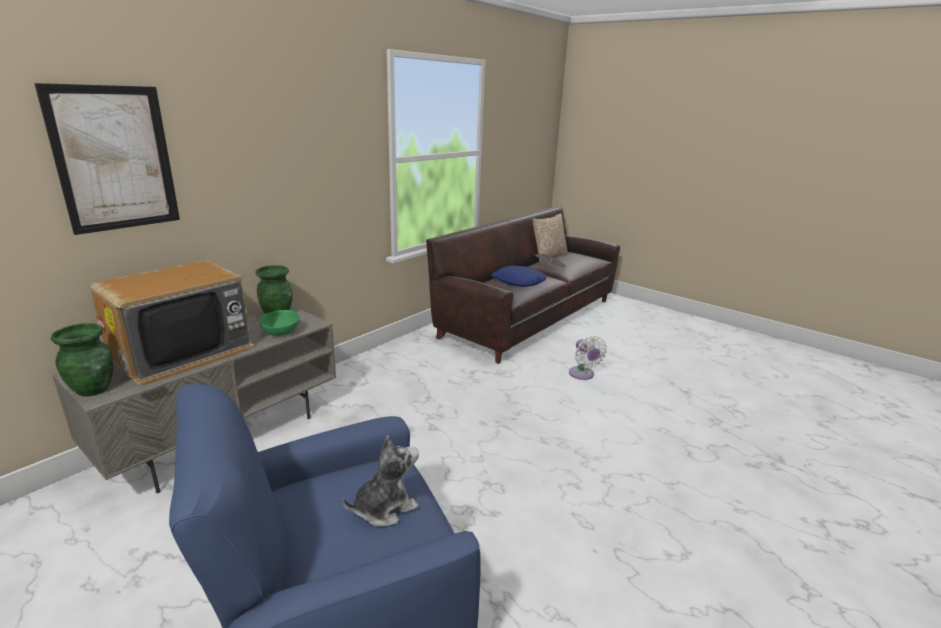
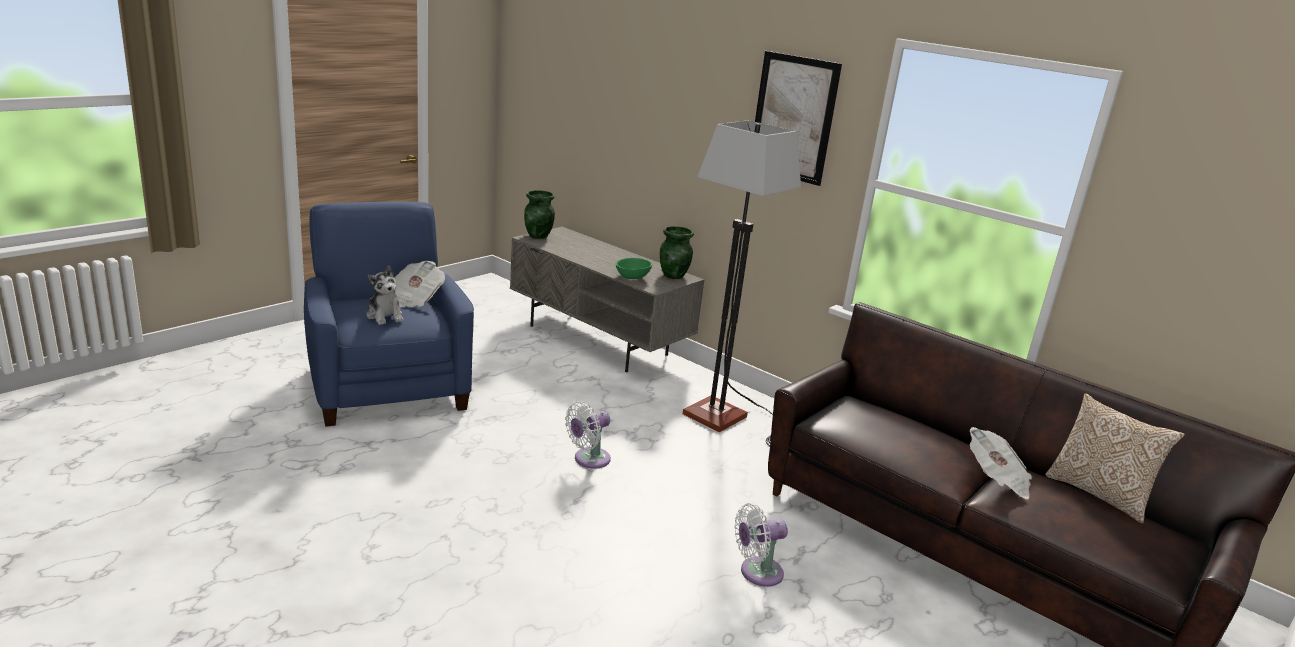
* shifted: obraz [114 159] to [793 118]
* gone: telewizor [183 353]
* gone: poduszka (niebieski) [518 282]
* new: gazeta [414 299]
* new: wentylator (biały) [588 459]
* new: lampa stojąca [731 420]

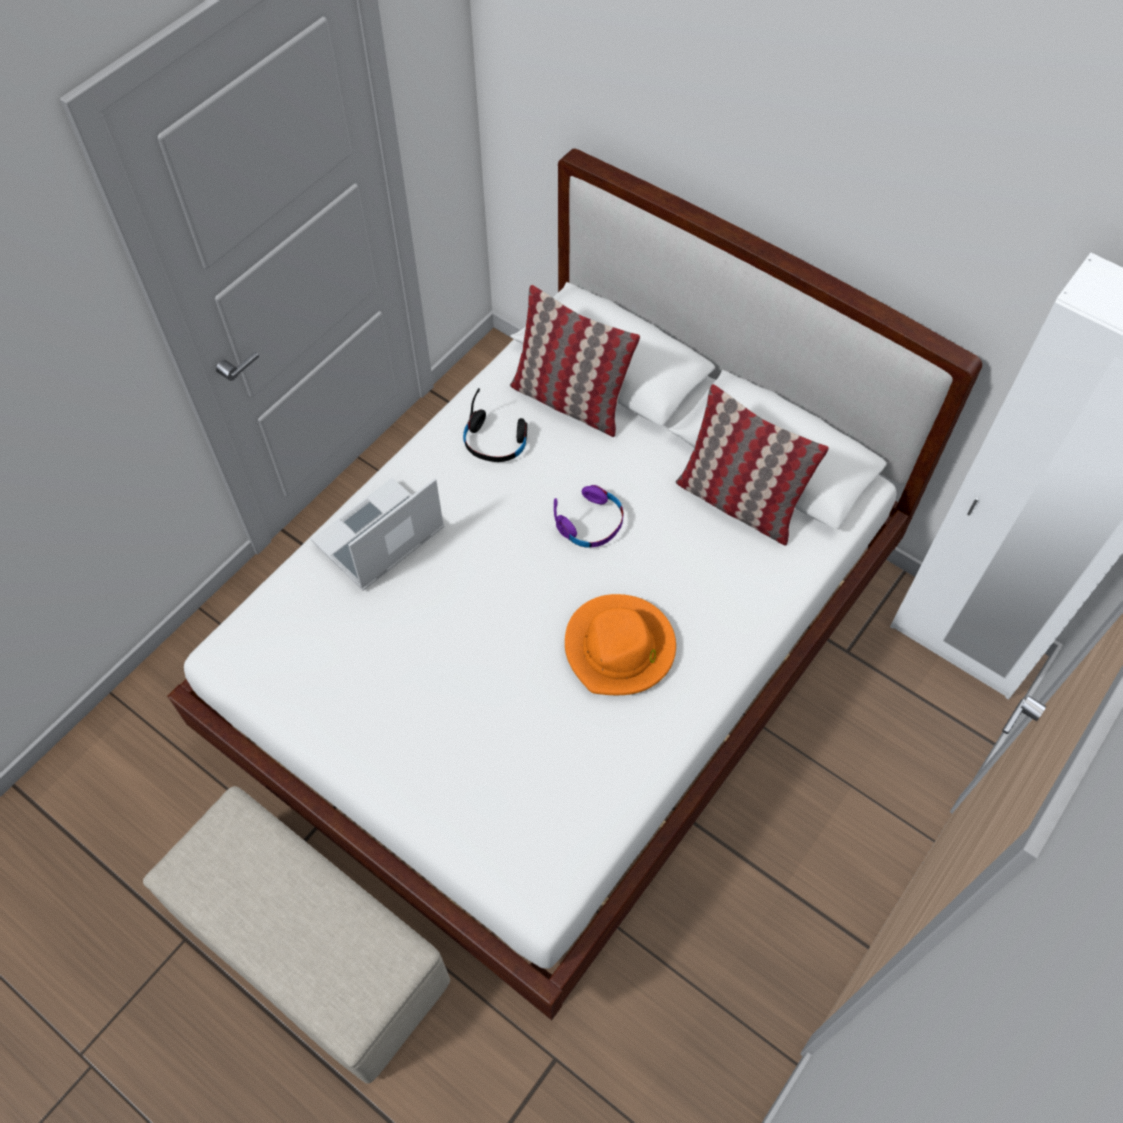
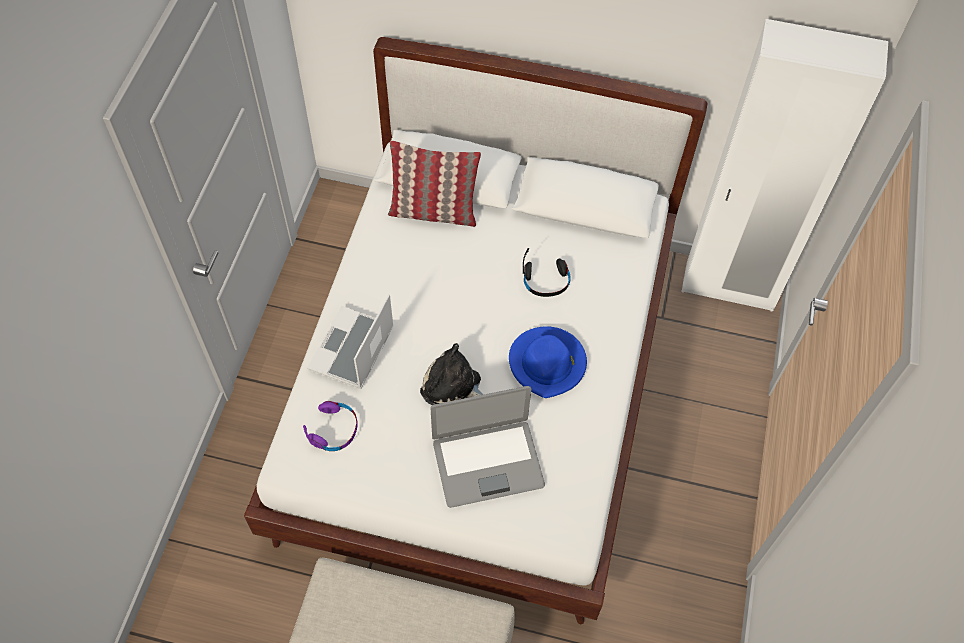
* shifted: słuchawki (czarny) [495 442] to [546 281]
* shifted: słuchawki (fioletowy) [592 523] to [335 430]
* repainted: kapelusz (pomarańczowy) [620 648] to kapelusz (niebieski) [548 363]
* gone: poduszka [738 502]
* new: pluszak [454 388]
* new: laptop [487 462]

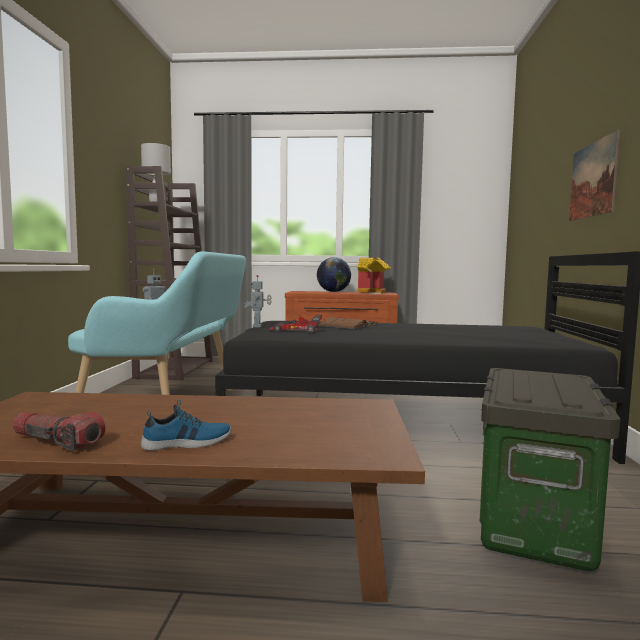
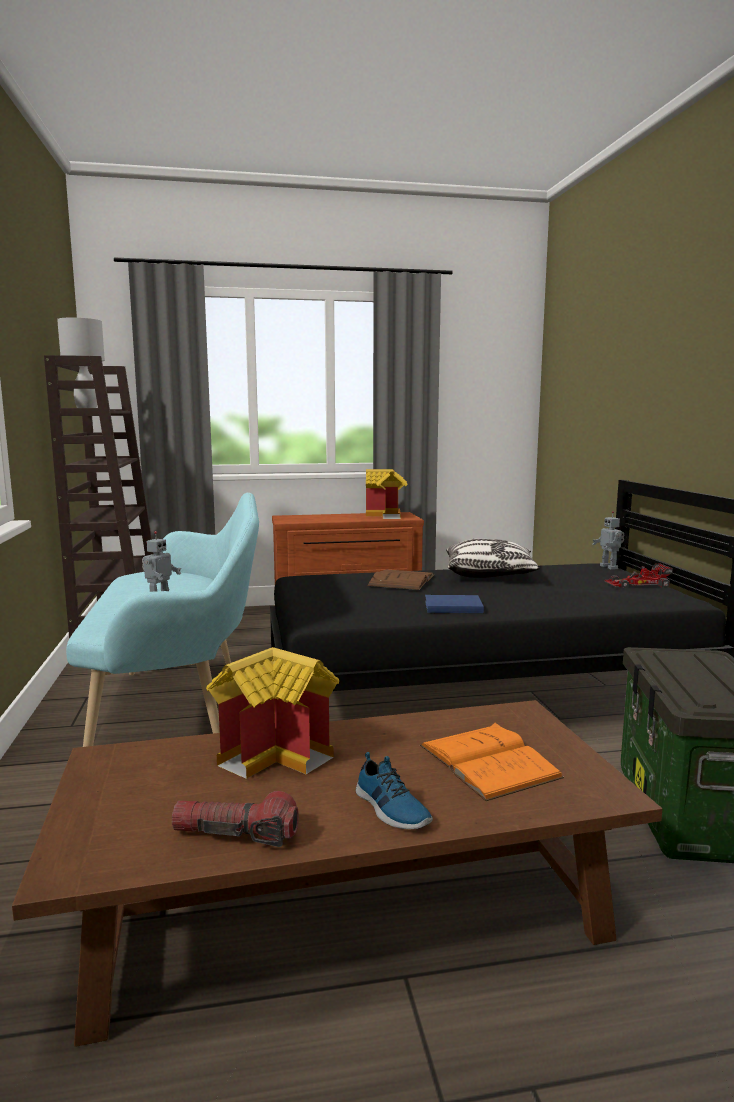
* rotated: but [187 443] = [390 809] 90 degrees clockwise
* shifted: robot zabawkowy [258 326] to [609 567]
* shifted: samochodzik [295 330] to [637 584]
* gone: globus [333 292]
* gone: obraz [593 180]
* new: domek [279 754]
* new: książka (pomarańczowy) [488 761]
* new: książka (niebieski) [451 607]
* new: poduszka [490 575]

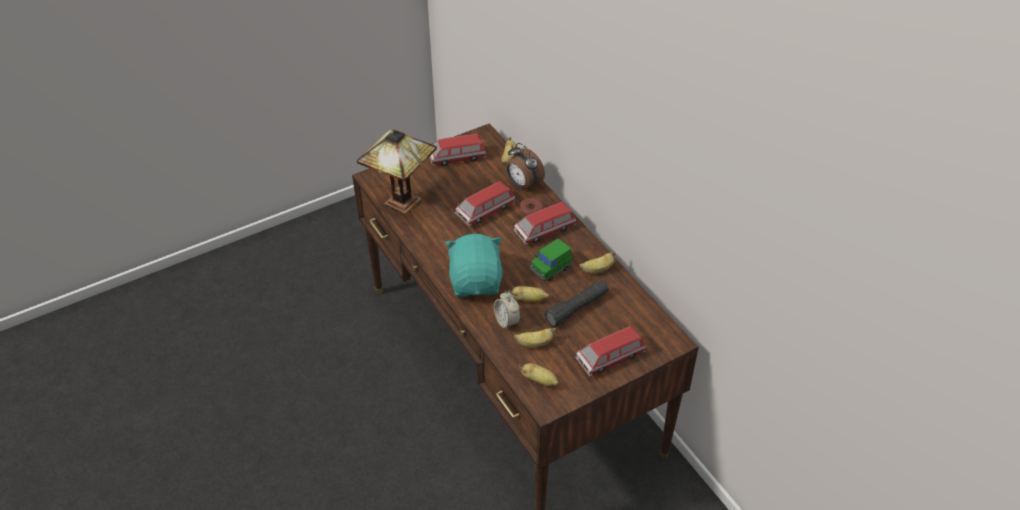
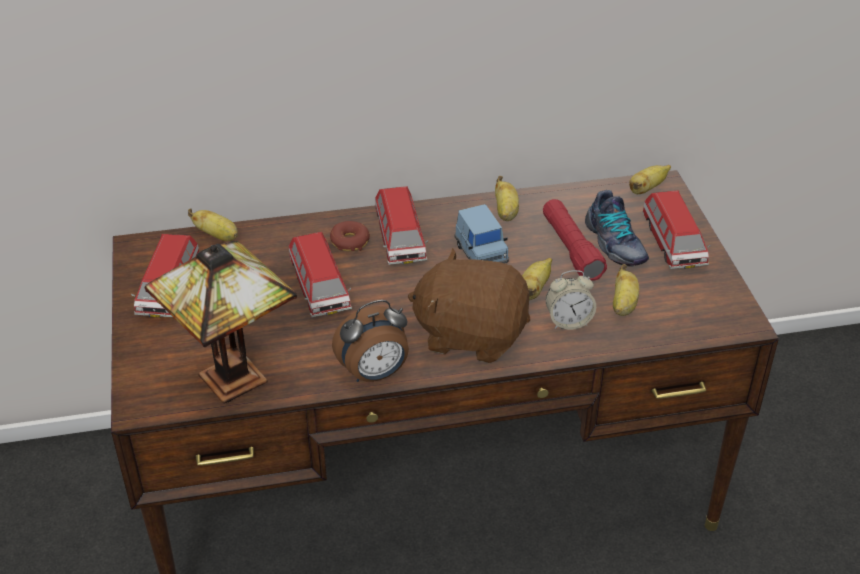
* repainted: pluszak (turkusowy) [476 281] to pluszak (brązowy) [471 334]
* shifted: budzik [523 184] to [374 374]
* shifted: banan [539 381] to [647 189]
* repainted: samochodzik (zielony) [551 268] to samochodzik (niebieski) [481 253]
* repainted: latarka (czarny) [577 308] to latarka (czerwony) [571 249]
* new: but [614 243]

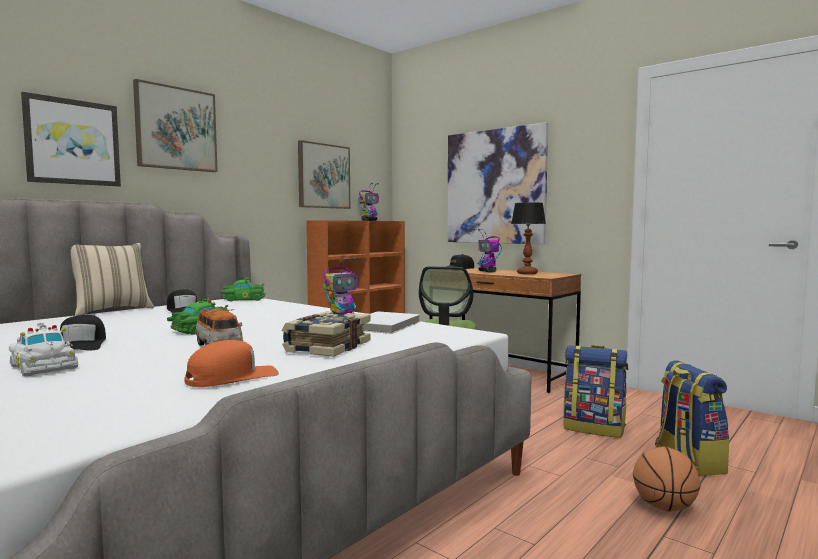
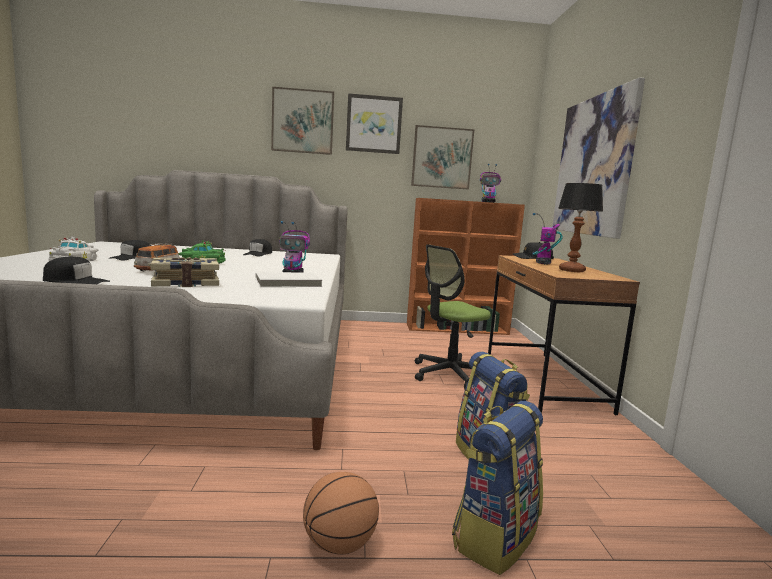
* shifted: obraz [73 142] to [374 124]
* gone: poduszka (beżowy) [111 310]
* repainted: czapka z daszkiem (pomarańczowy) [232 377] to czapka z daszkiem (czarny) [75 281]
* gone: samochodzik (zielony) [243 299]

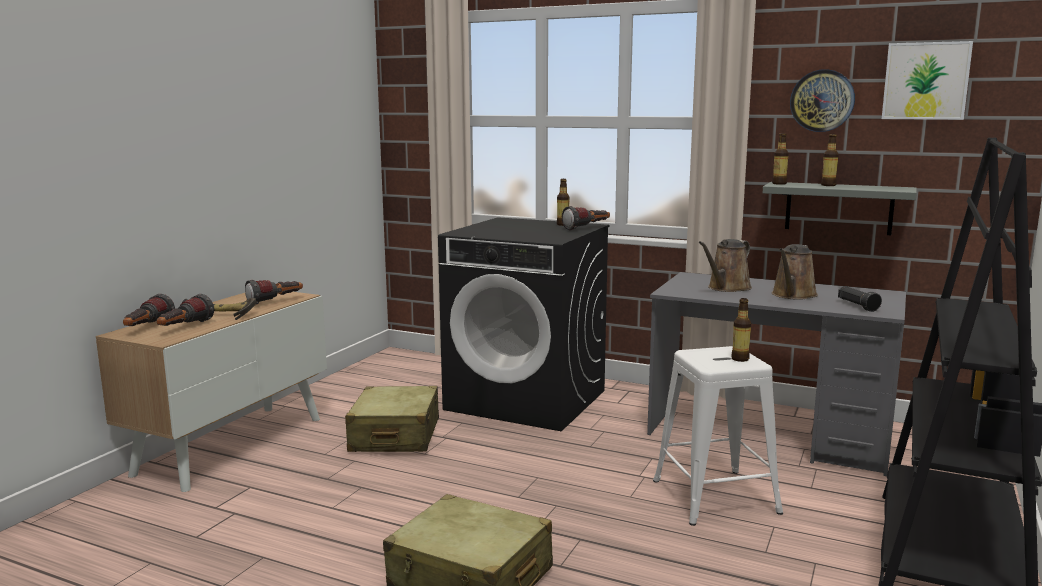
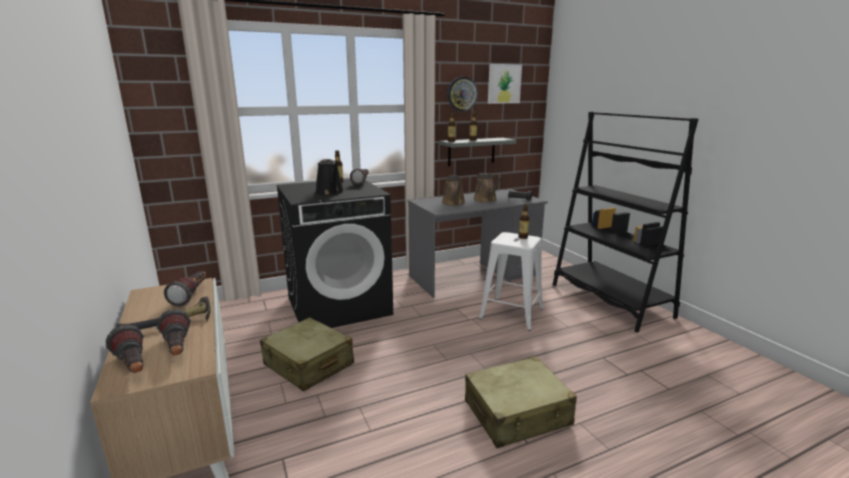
* new: konewka (czarny) [330 193]

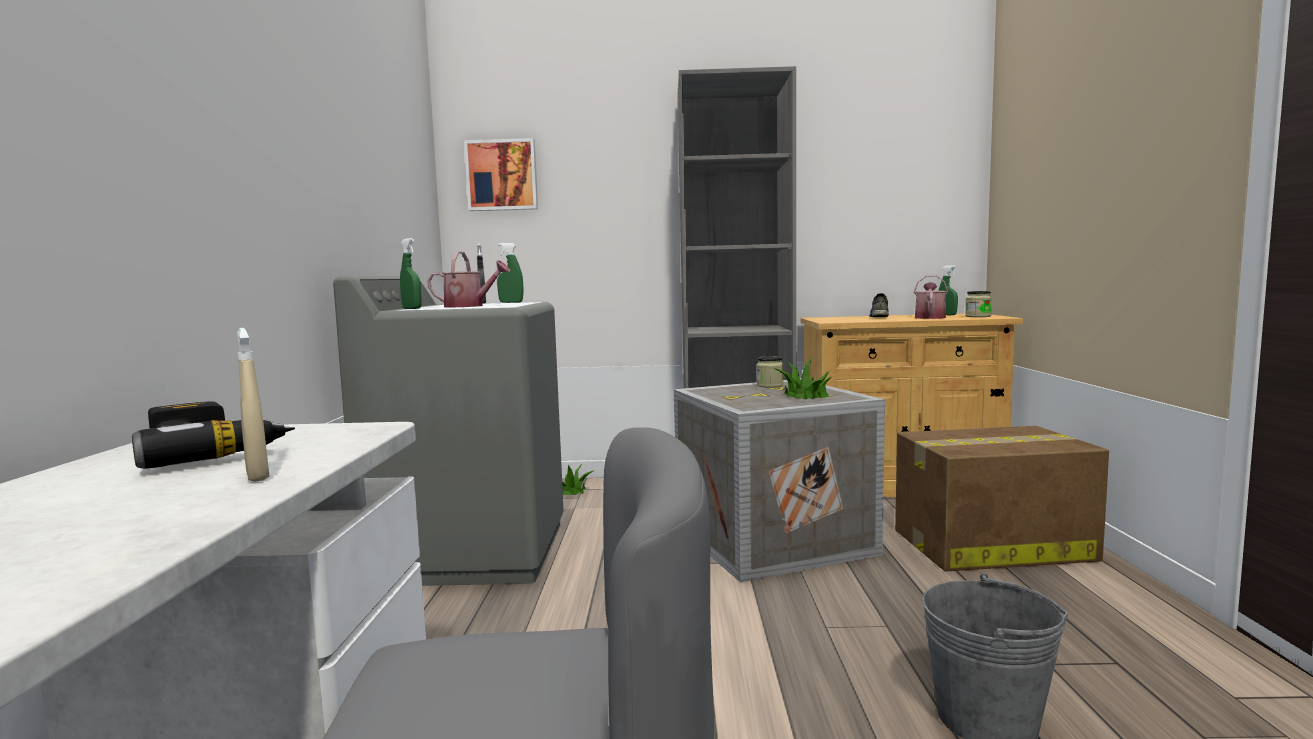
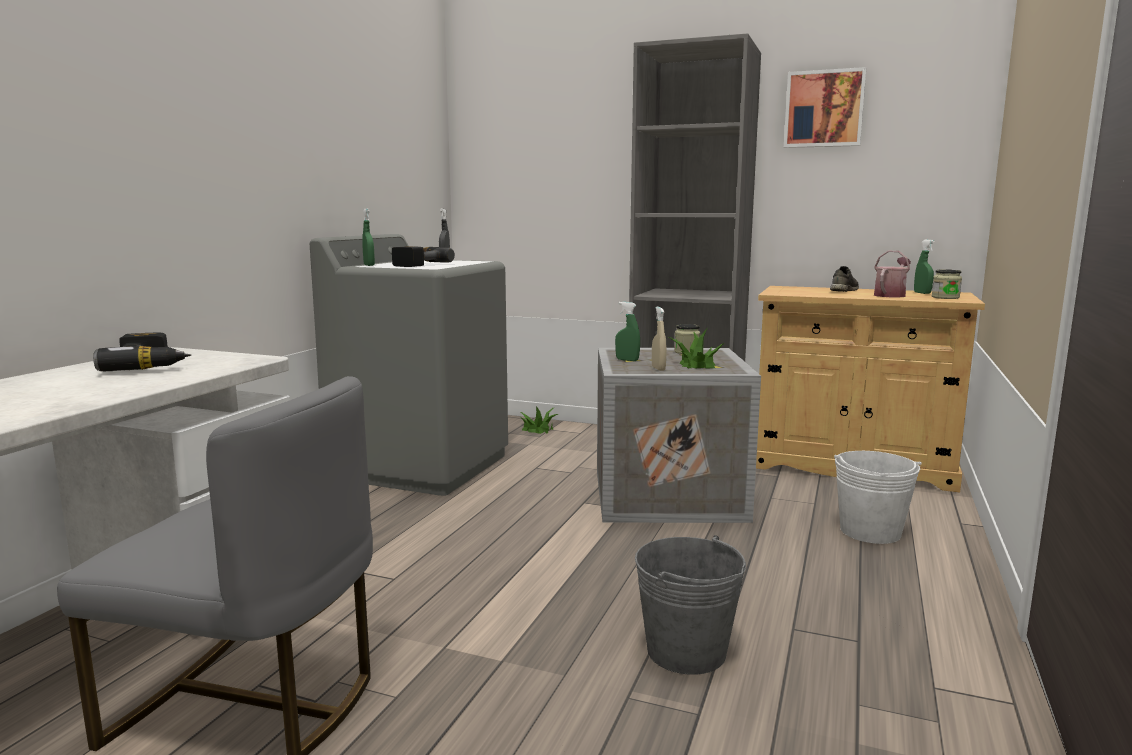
* shifted: spryskiwacz (beżowy) [257 476] to [658 369]
* swapped: konewka [469 306] to wiertarka [416 265]
* shifted: obraz [502 175] to [824 109]
* shifted: spryskiwacz (zielony) [511 302] to [627 360]
* swapped: karton [989 545] to wiadro (biały) [870 531]

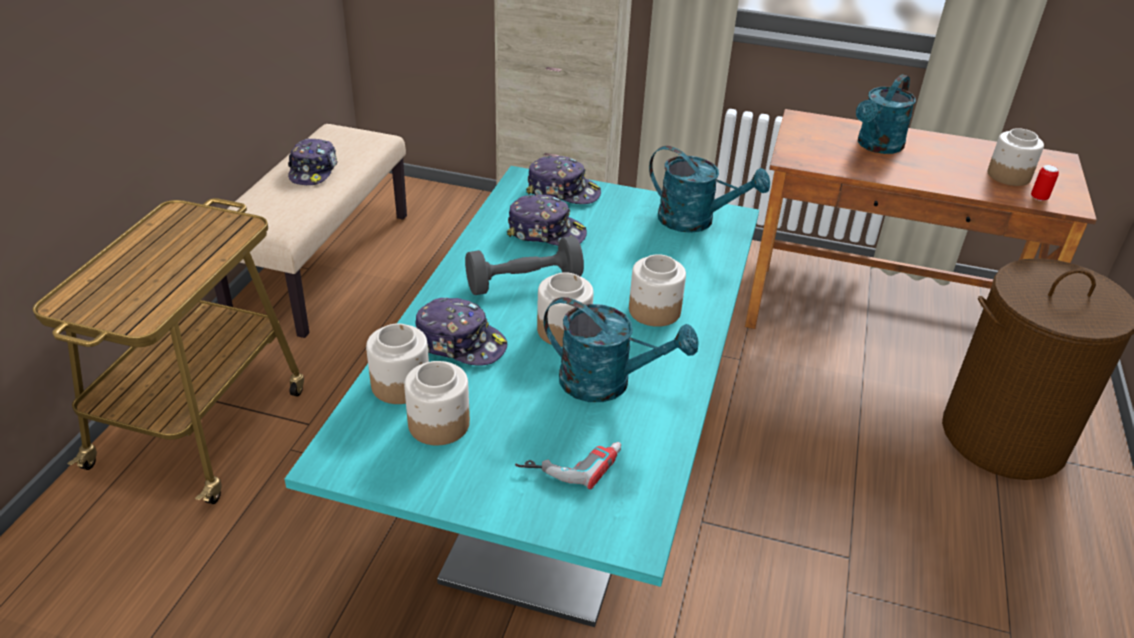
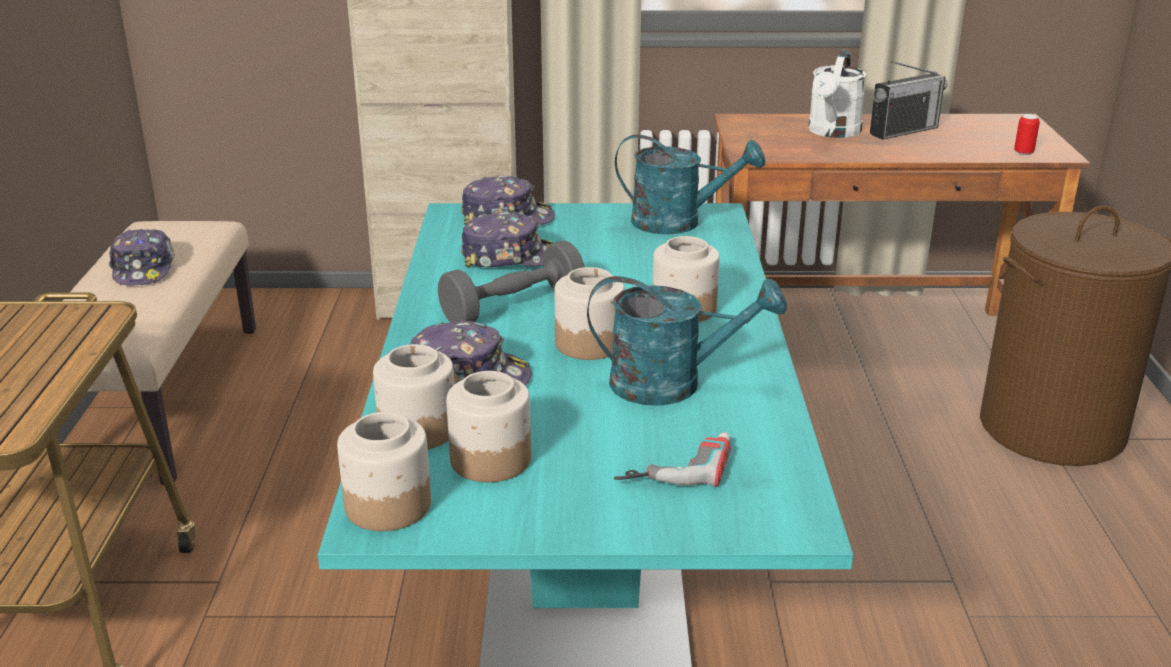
* repainted: konewka (turkusowy) [876 146] to konewka (biały) [832 132]
* shifted: słoik [1008 175] to [387 506]
* new: radio [903 131]

